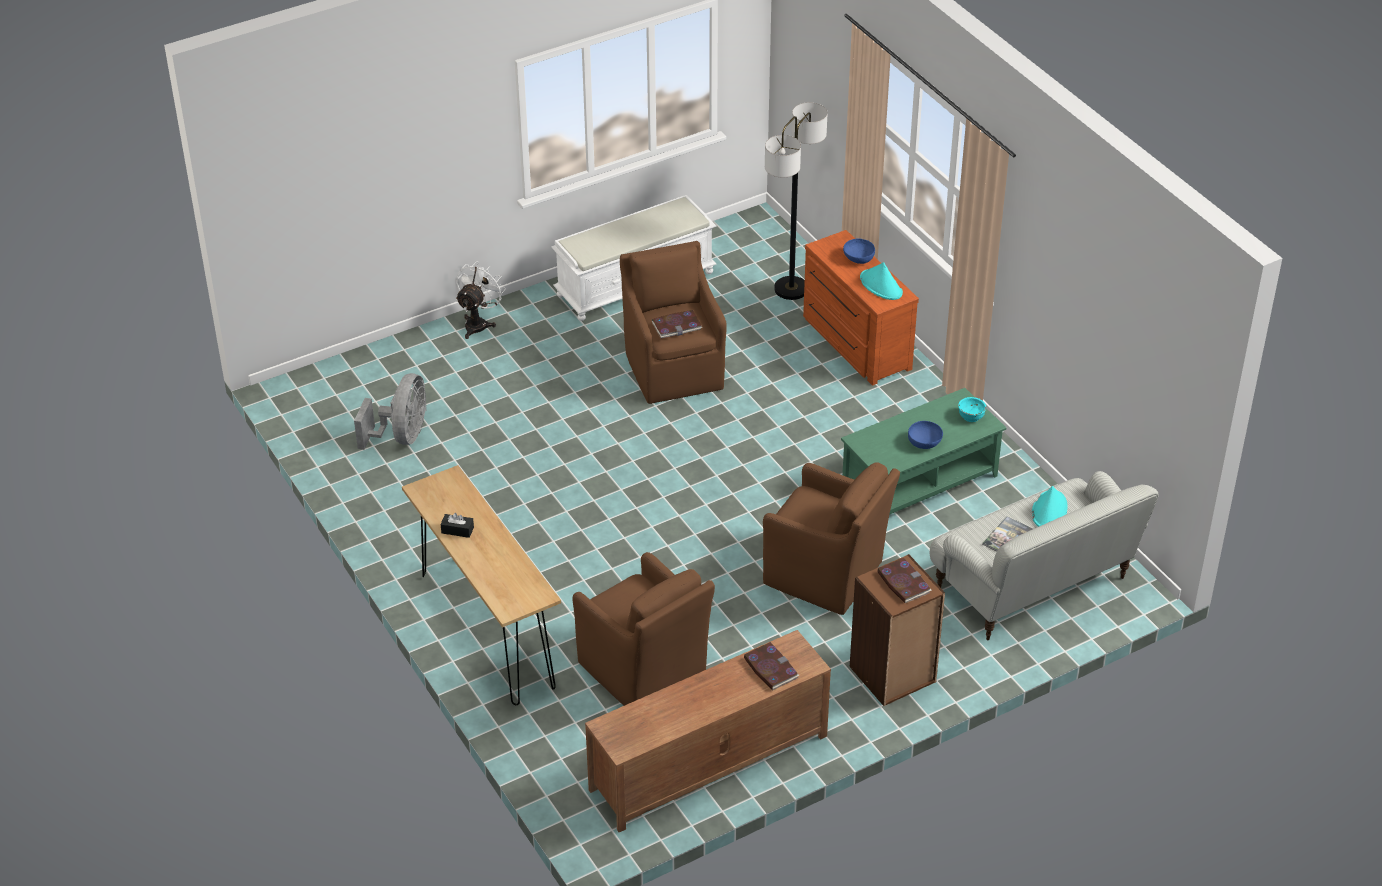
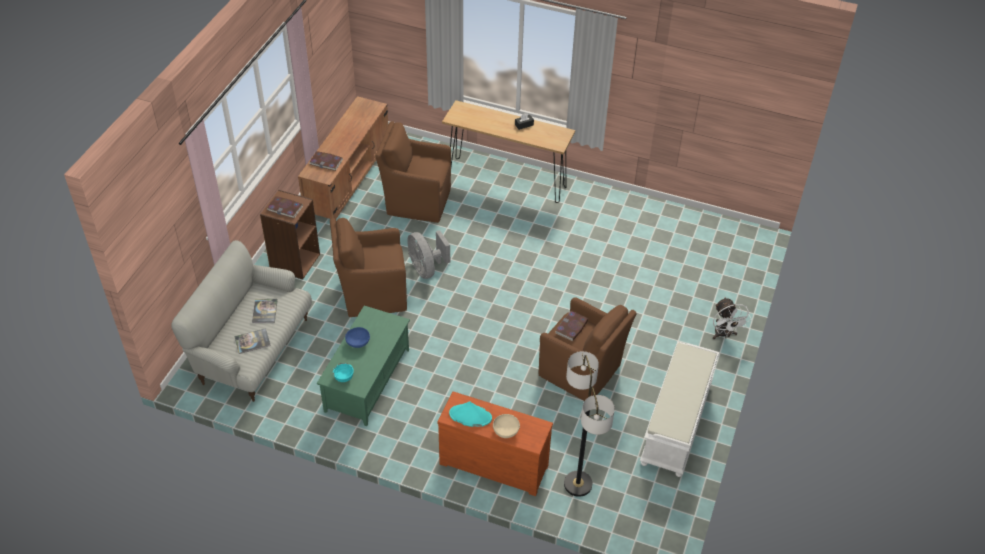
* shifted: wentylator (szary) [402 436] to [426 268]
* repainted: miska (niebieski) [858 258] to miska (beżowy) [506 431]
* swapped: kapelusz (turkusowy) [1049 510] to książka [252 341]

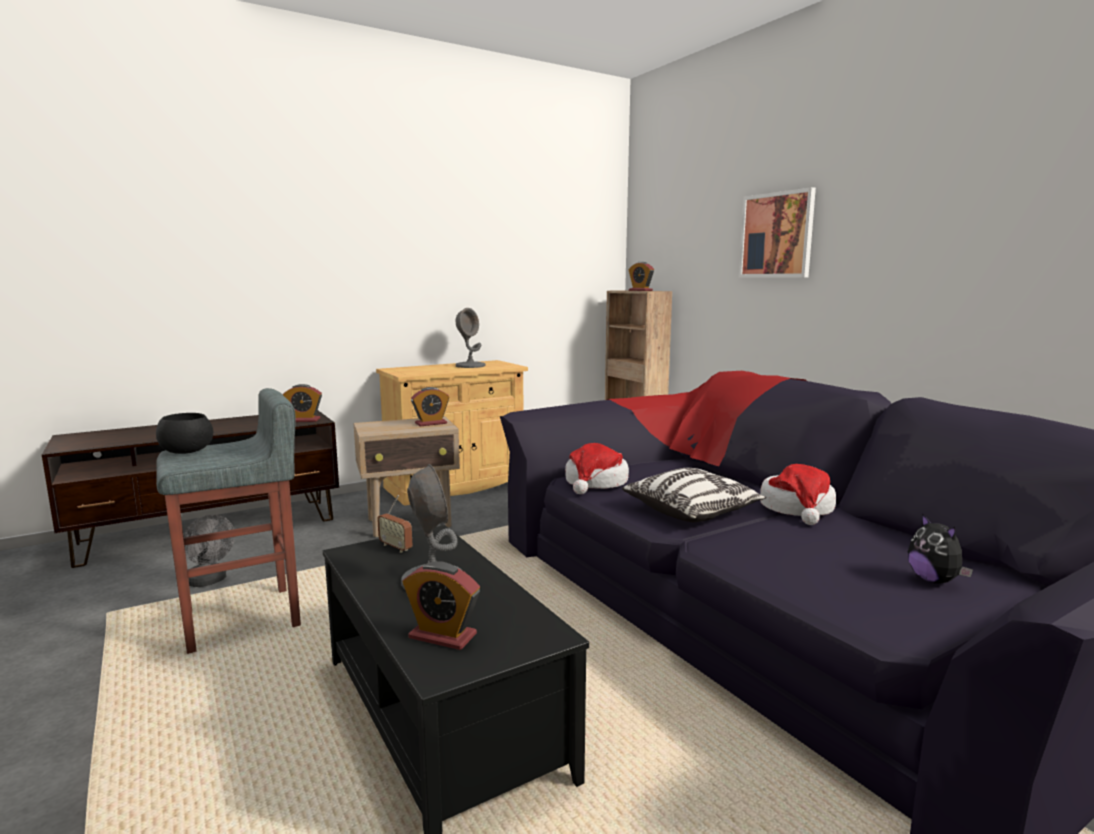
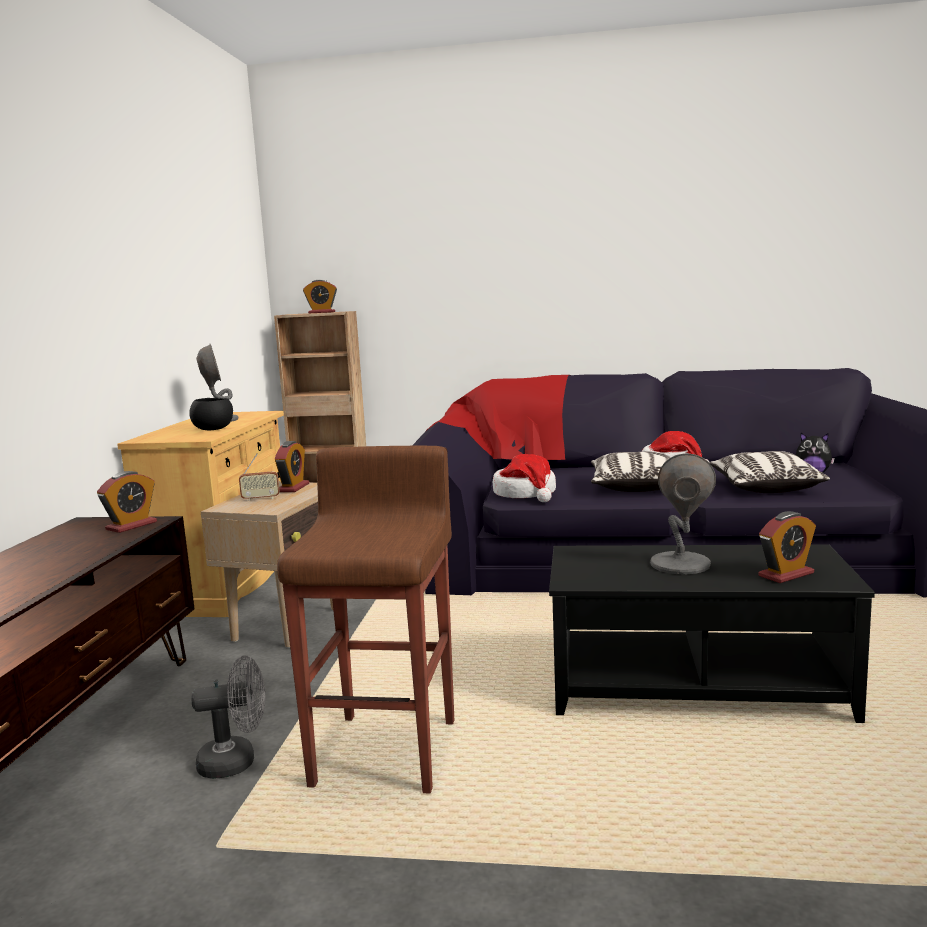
* repainted: stołek (szary) [243 619] to stołek (brązowy) [388 750]
* shifted: miska (czarny) [187 452] to [214 429]
* shifted: radio [396 547] to [260 499]
* gone: obraz [776 235]
* new: poduszka [764 488]

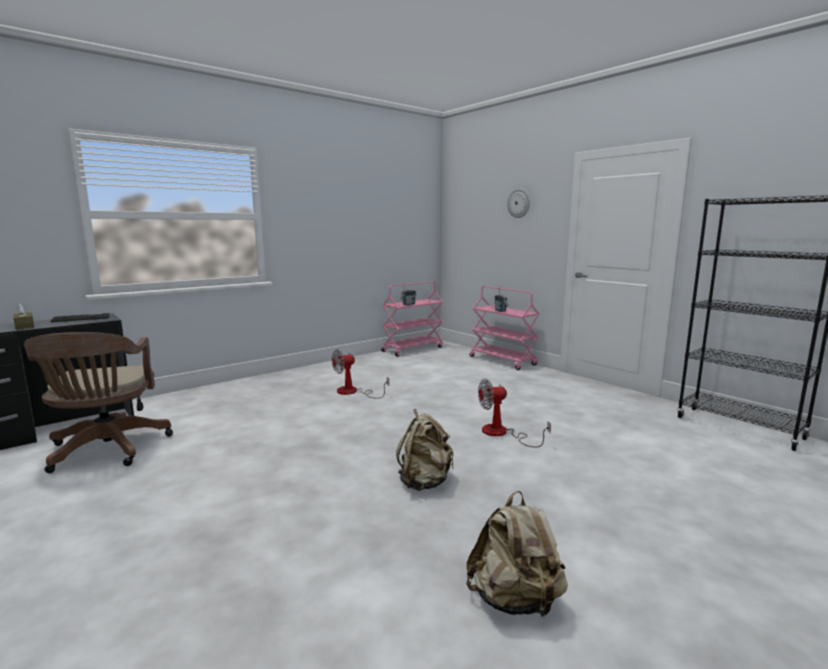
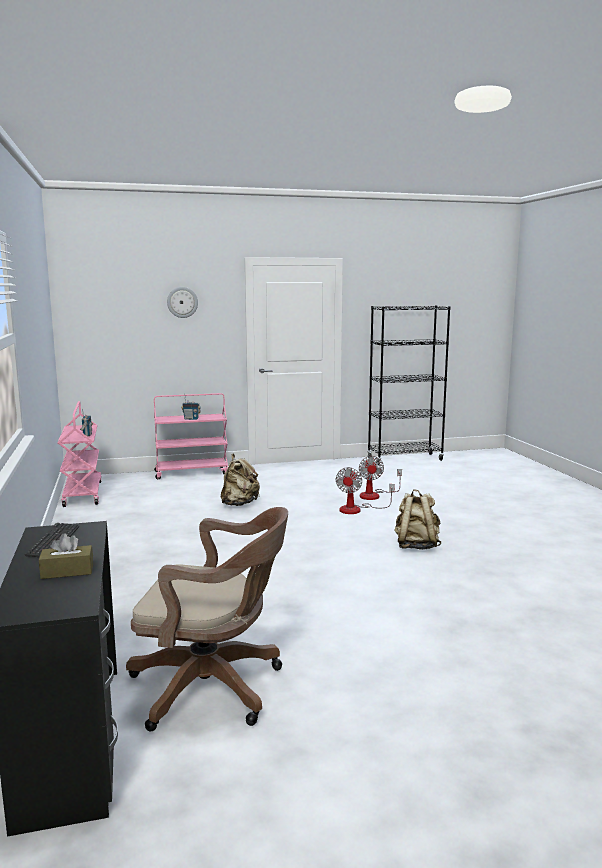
* shifted: wentylator [353 392] to [374 495]
* shifted: plecak (beżowy) [515 600] to [239 504]

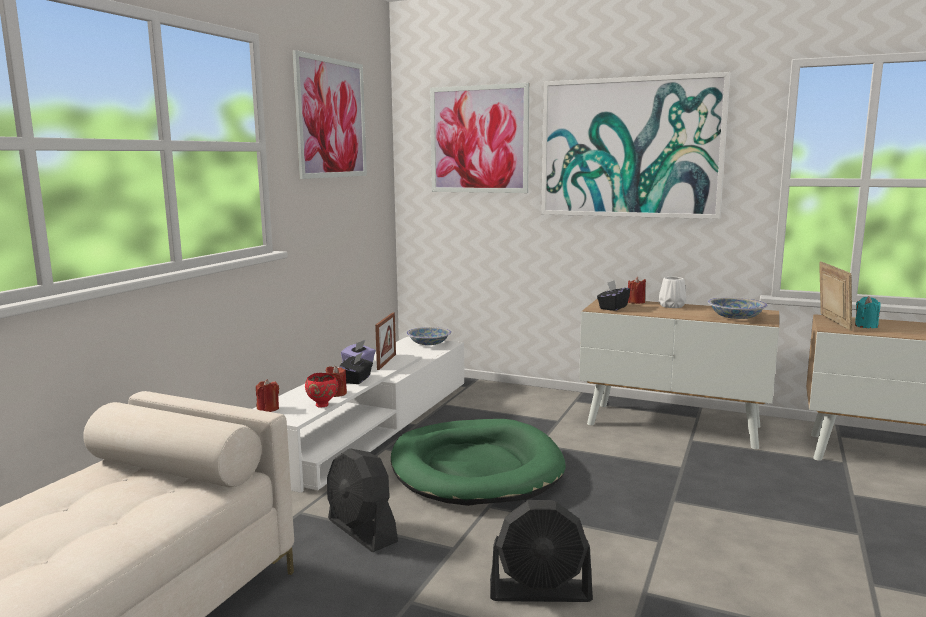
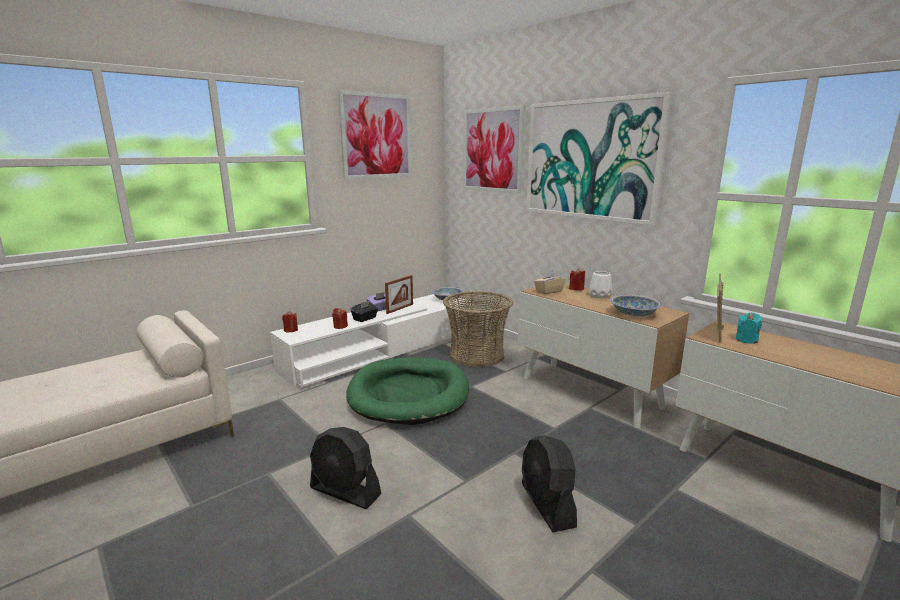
* gone: miska (czerwony) [323 405]
* shifted: wentylator (czarny) [362 531] to [547 505]
* repainted: pudełko chusteczek (czarny) [613 307] to pudełko chusteczek (beżowy) [548 291]
* new: koszyk [477 355]

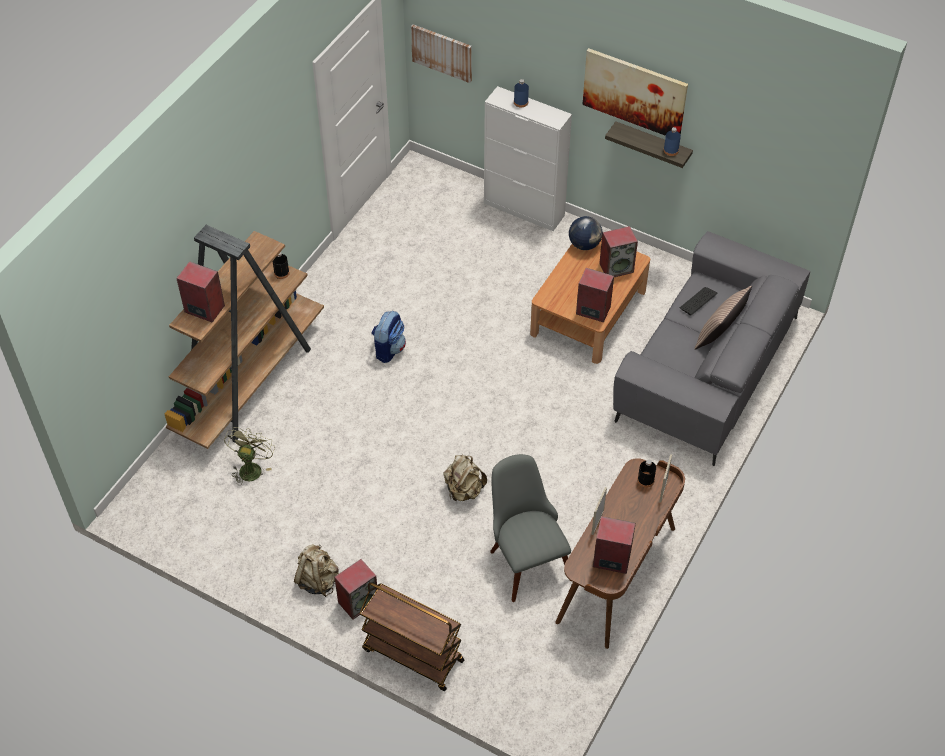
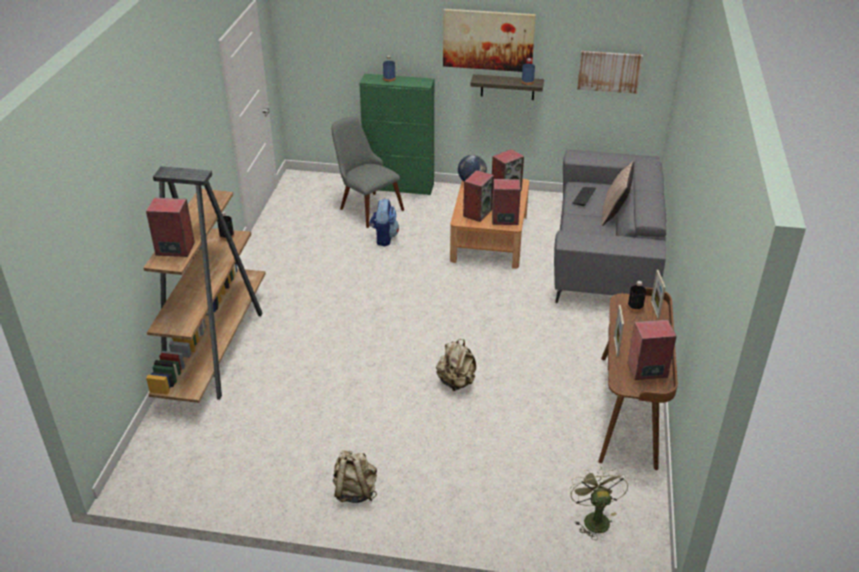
* shifted: wentylator (zielony) [251 467] to [594 518]
* shifted: głośnik [358 601] to [477 213]
* gone: wózek (brązowy) [412 655]
* shifted: plecak [389 349] to [384 238]
* shifted: obraz [442 52] to [609 71]
* repainted: szafka (biały) [524 209] to szafka (zielony) [399 186]
* shifted: krzesło (szary) [525 556] to [366 206]

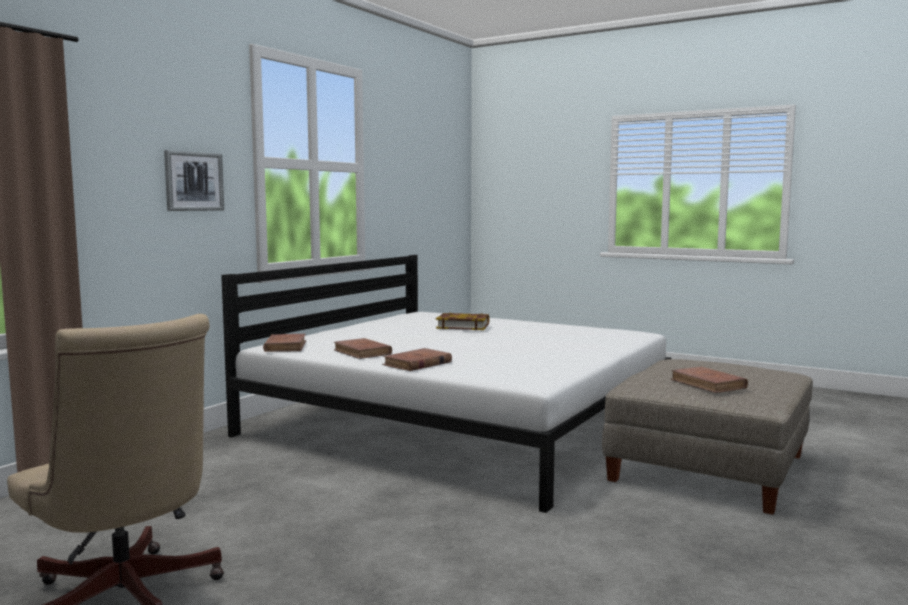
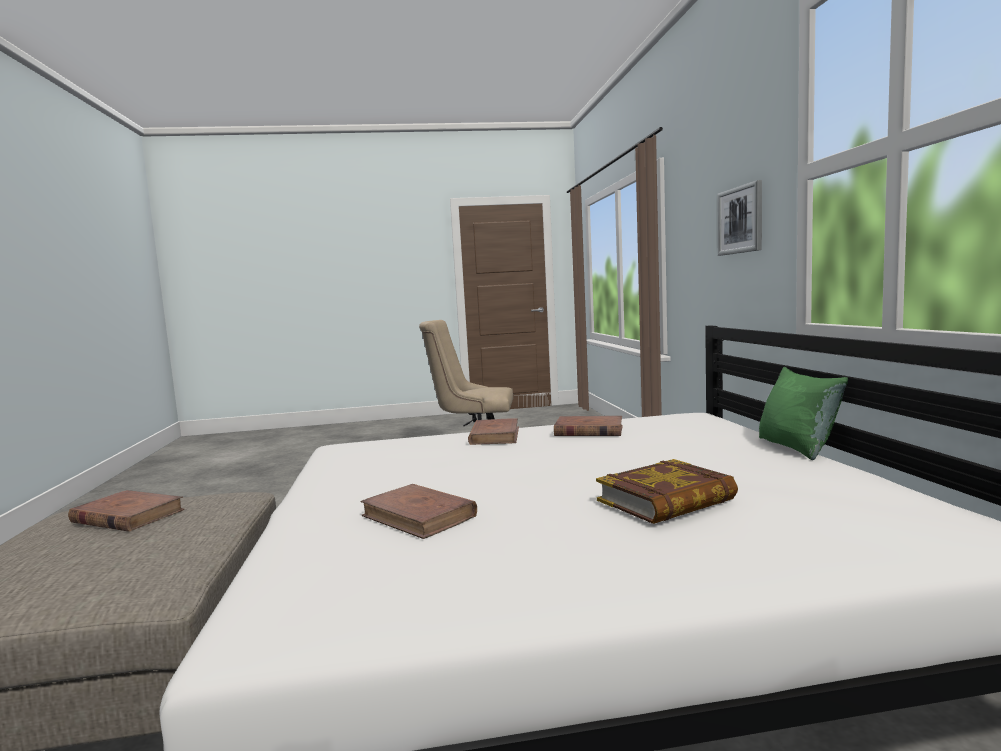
* shifted: książka (brązowy) [285 346] to [419 516]
* new: poduszka (zielony) [797 448]

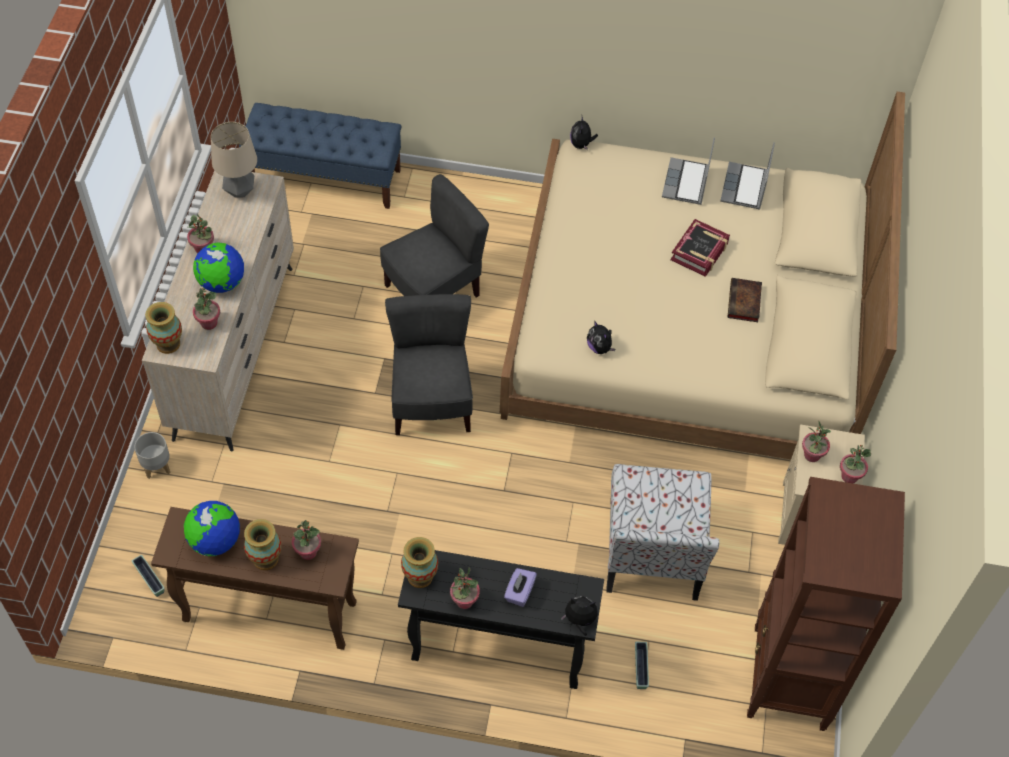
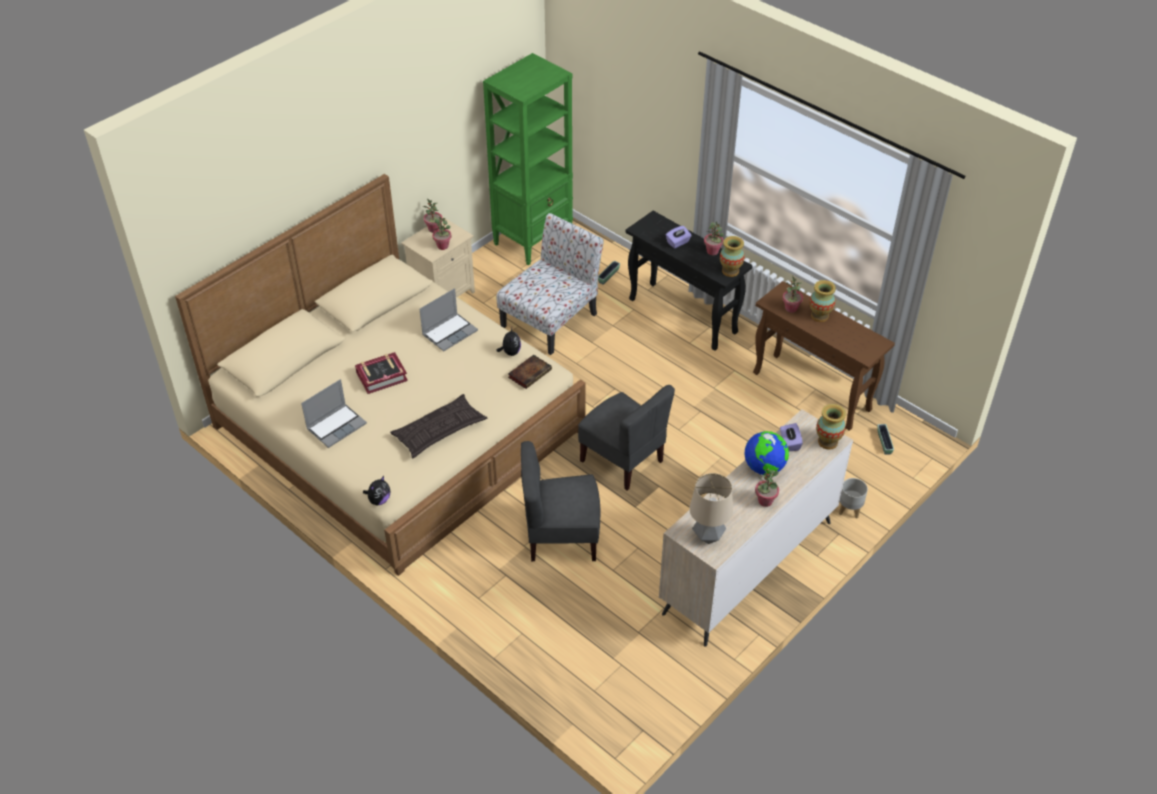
* gone: globus [215 541]
* swapped: roślina doniczkowa [209 323] to pudełko chusteczek (fioletowy) [789 443]
* gone: ławka (niebieski) [325 178]
* rotated: krzesło (szary) [431 403] = [623 460] 75 degrees counterclockwise
* gone: pluszak [579 620]
* shifted: laptop [745 188] to [450 332]
* shifted: książka [744 303] to [530 373]
* repainted: regał (brązowy) [788 679] to regał (zielony) [533 240]
* new: poduszka [439 430]

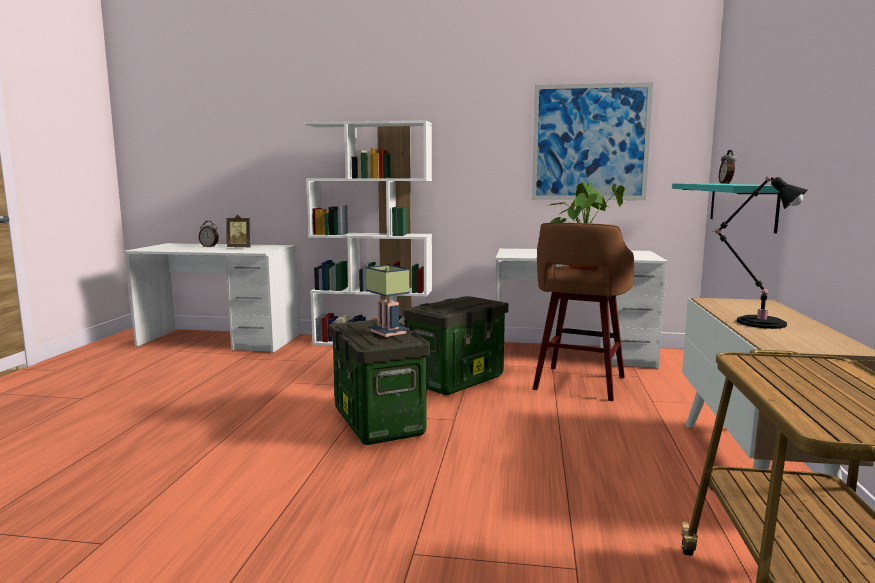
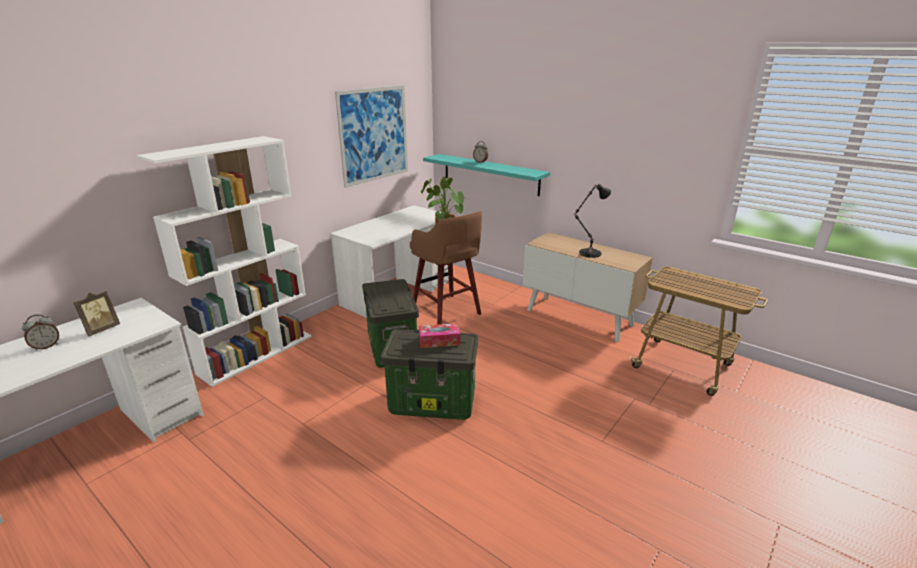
* swapped: lampa stołowa [386 332] to pudełko chusteczek [439 341]

